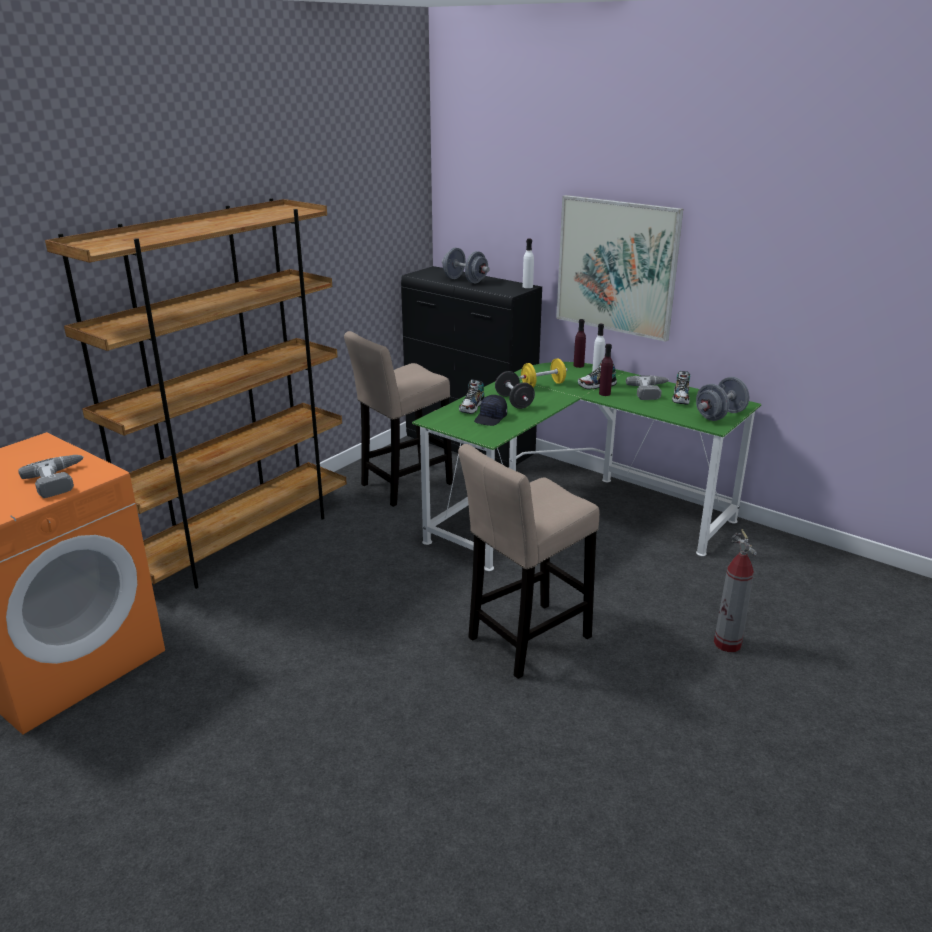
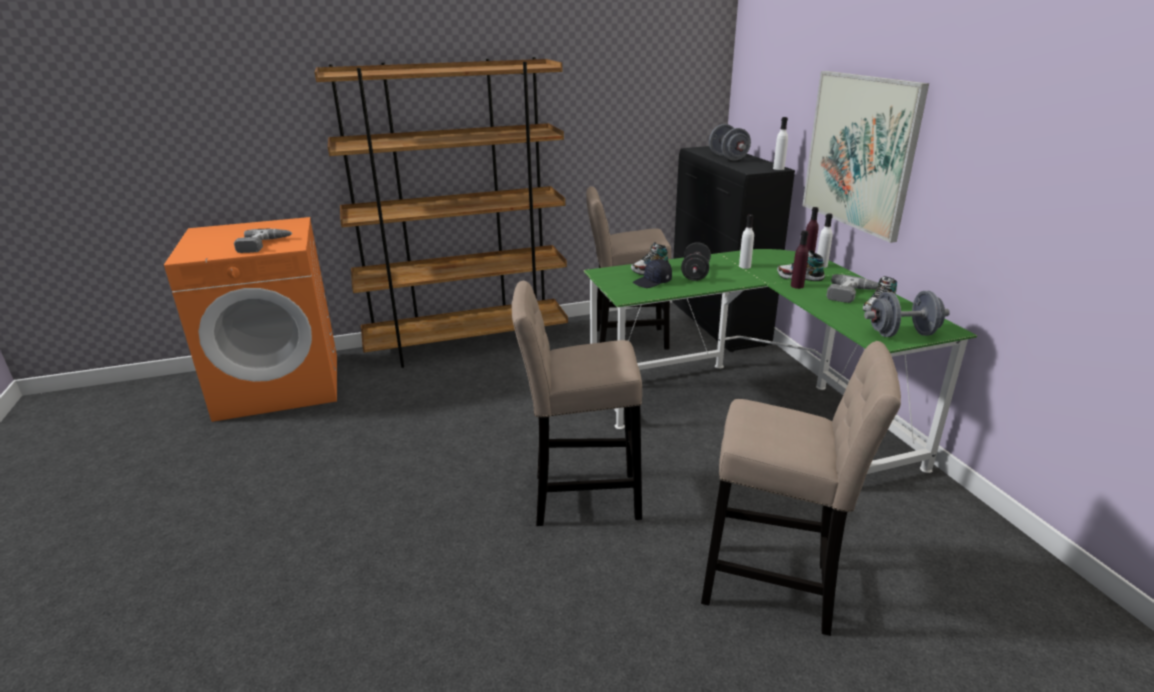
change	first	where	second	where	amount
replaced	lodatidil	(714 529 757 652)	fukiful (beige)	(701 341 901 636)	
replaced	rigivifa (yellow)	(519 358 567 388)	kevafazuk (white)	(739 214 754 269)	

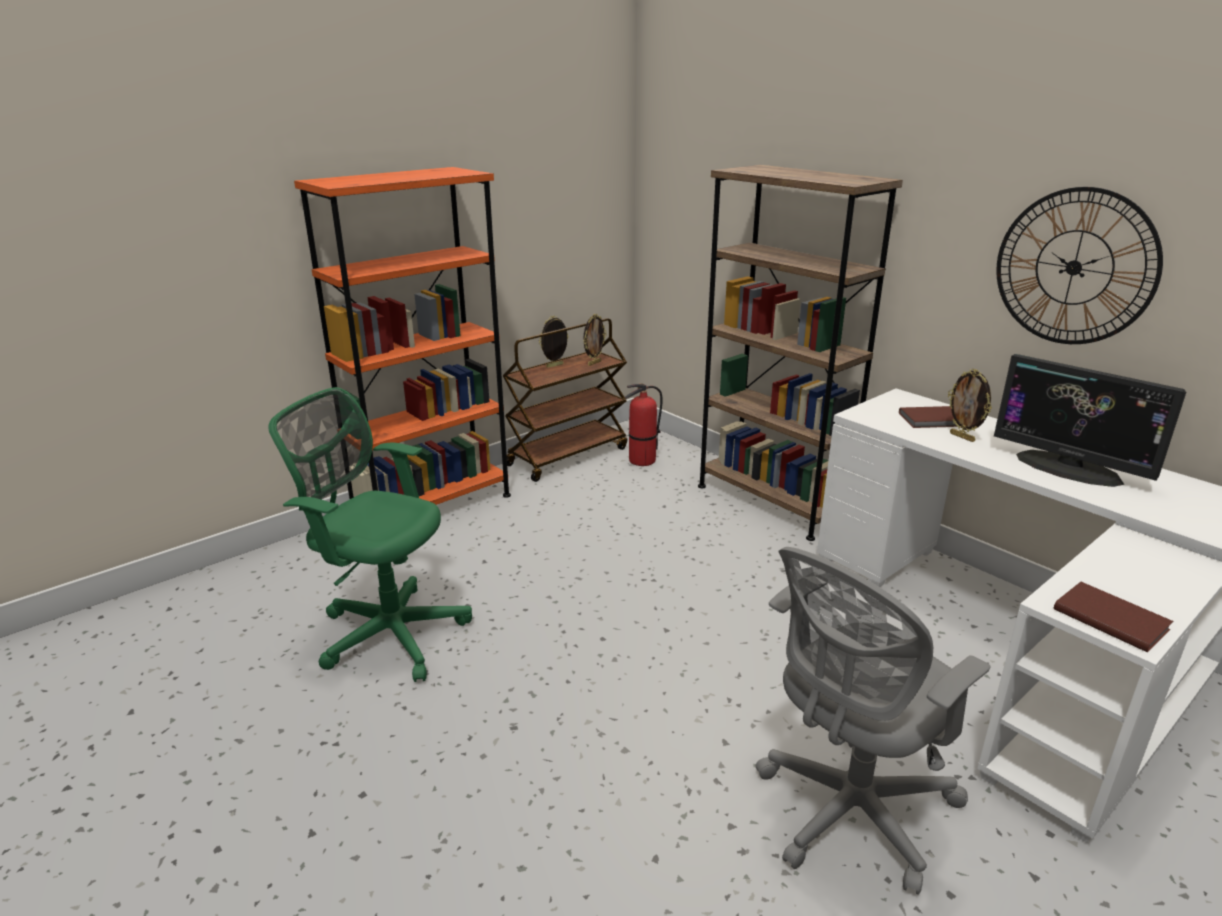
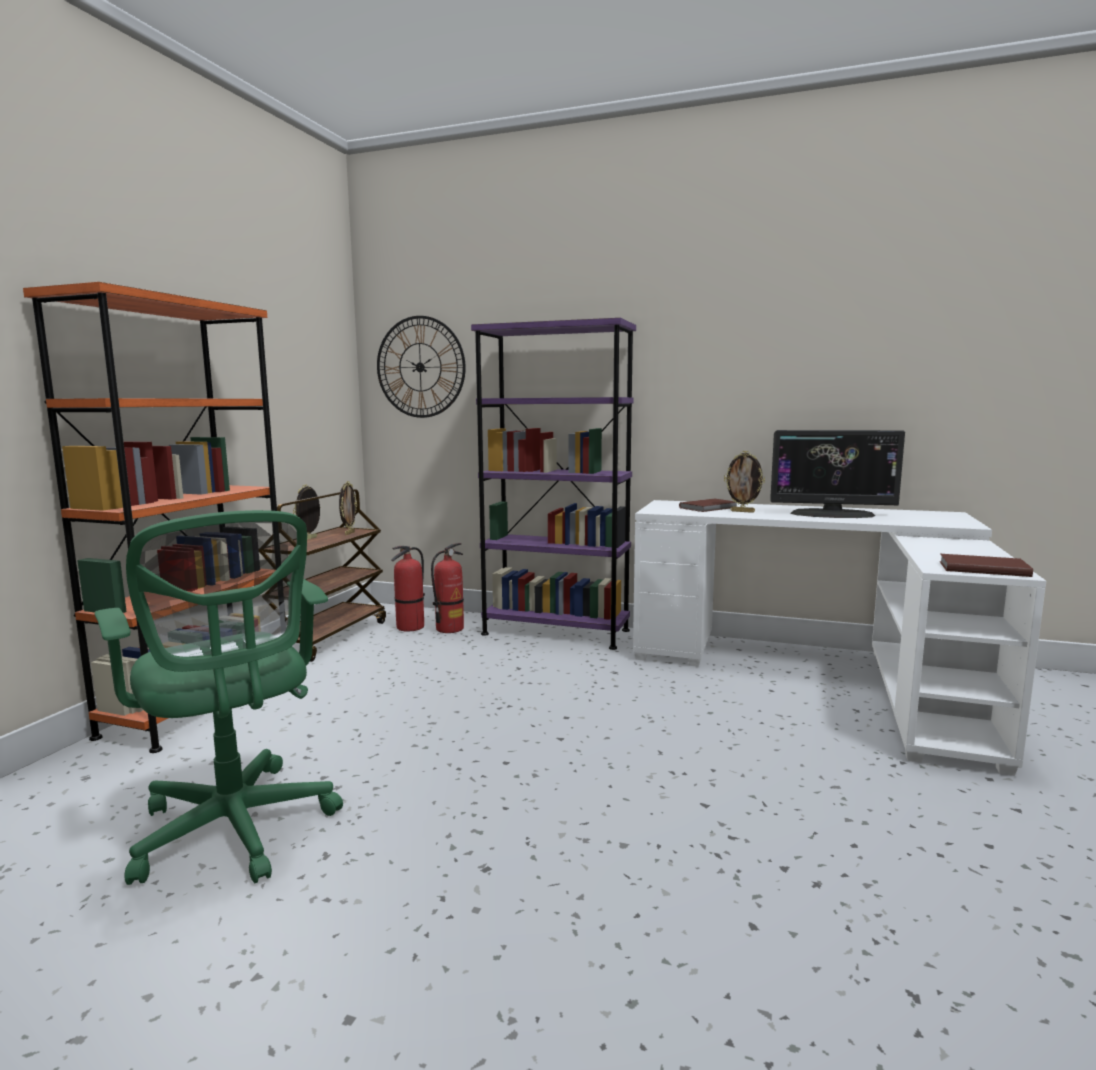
change	first	where	second	where	amount
turned	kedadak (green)	(268 387 472 682)		(95 510 343 885)	120 degrees counterclockwise
moved	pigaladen	(996 187 1163 344)		(377 316 466 418)	
added			lodatidil	(431 543 464 633)	
recoloured	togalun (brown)	(698 165 903 541)	togalun (purple)	(471 318 636 650)	
removed	kedadak (grey)	(756 547 991 894)			

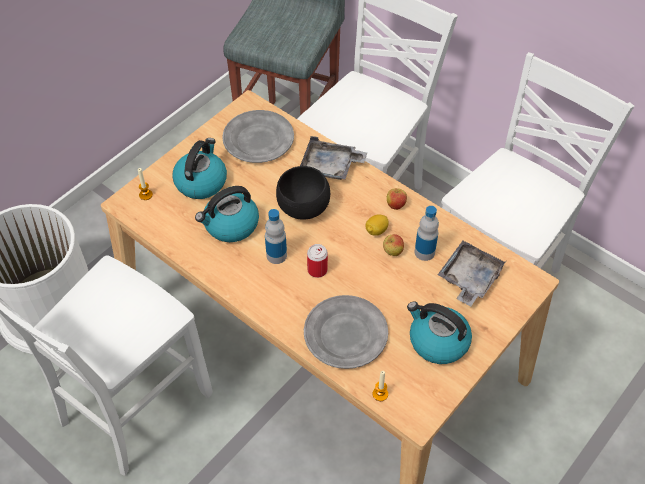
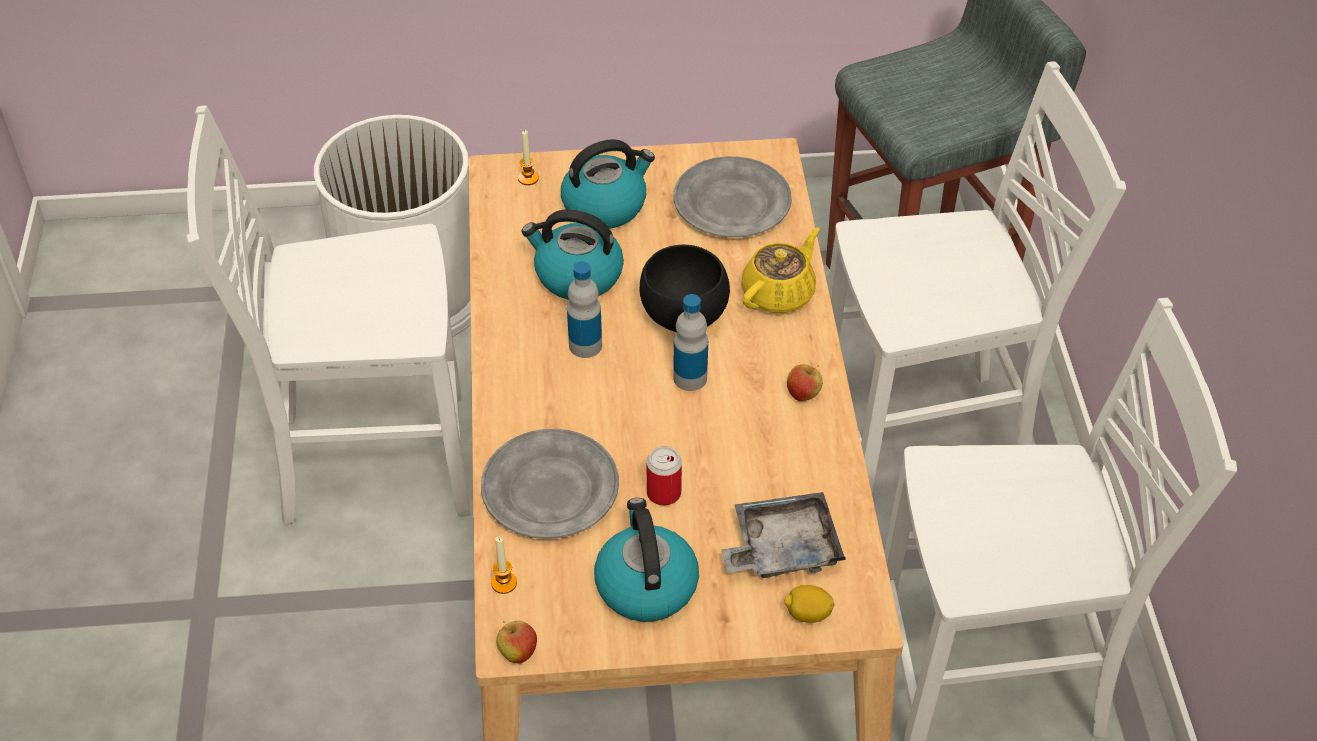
change	first	where	second	where	amount
moved	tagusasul	(383 234 404 256)		(496 621 537 664)	
moved	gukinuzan	(307 244 328 278)		(647 446 682 506)	
moved	kevafazuk	(414 206 439 261)		(673 294 708 391)	
replaced	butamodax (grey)	(300 136 367 180)	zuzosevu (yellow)	(741 228 820 313)	
moved	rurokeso	(366 215 389 236)		(784 585 834 623)	

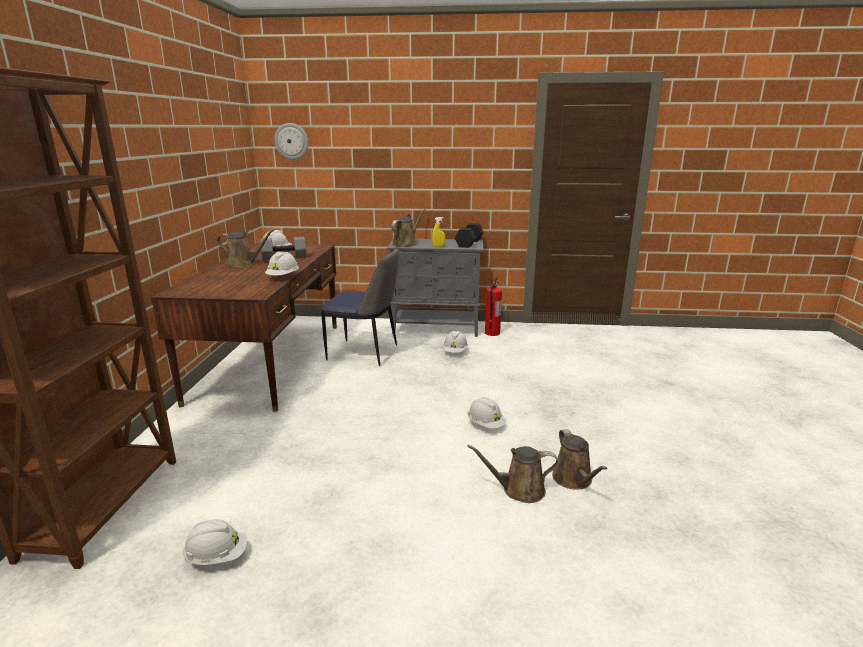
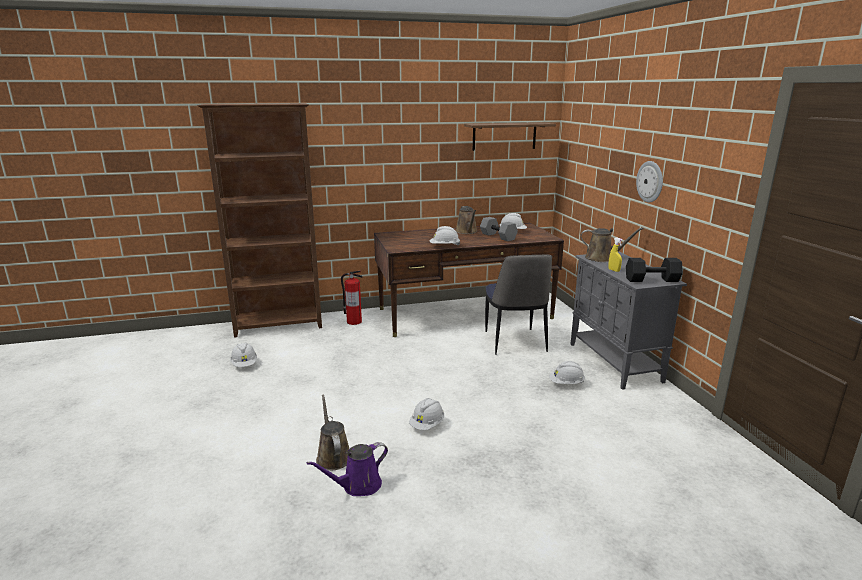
change	first	where	second	where	amount
recoloured	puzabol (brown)	(552 429 607 490)	puzabol (purple)	(307 442 388 496)	
moved	lodatidil	(485 276 502 336)		(341 271 362 325)	
added			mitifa	(464 122 556 151)	
moved	pigaladen	(274 123 309 160)		(636 161 663 203)	

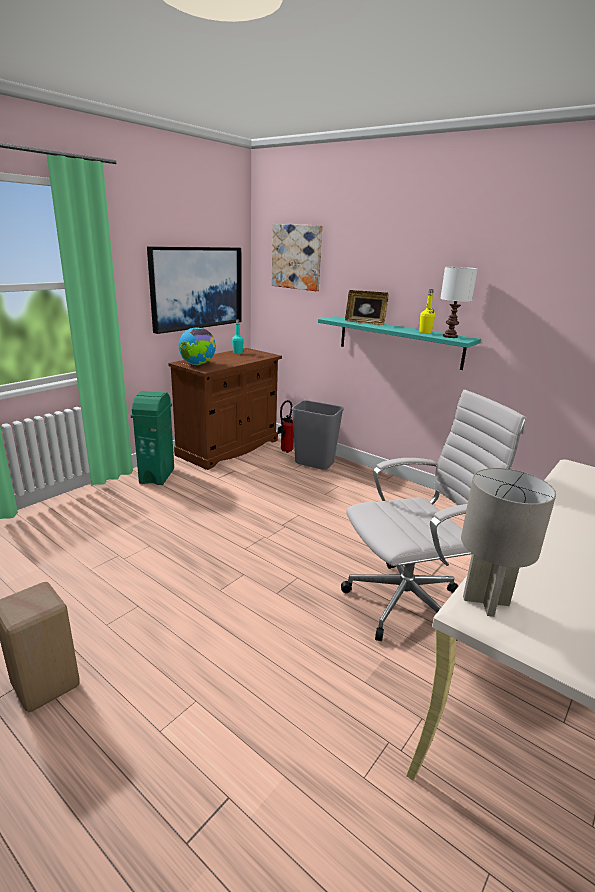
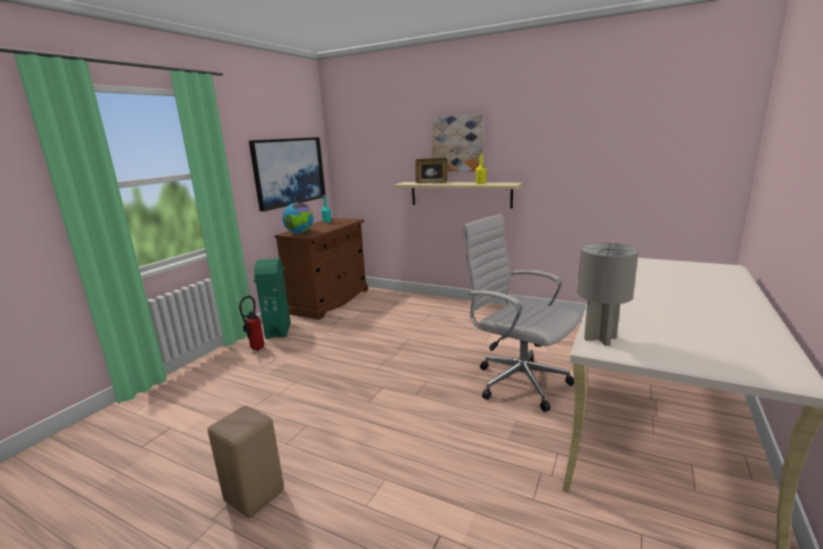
change	first	where	second	where	amount
moved	lodatidil	(278 400 294 453)		(239 296 264 351)	
recoloured	mitifa (turquoise)	(318 316 481 370)	mitifa (beige)	(394 182 523 208)	
moved	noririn	(271 224 323 291)		(432 114 483 171)	
turned	kedadak (white)	(341 390 526 641)		(463 214 581 412)	105 degrees counterclockwise
removed	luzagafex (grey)	(292 400 344 470)			
removed	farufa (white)	(440 267 477 338)			

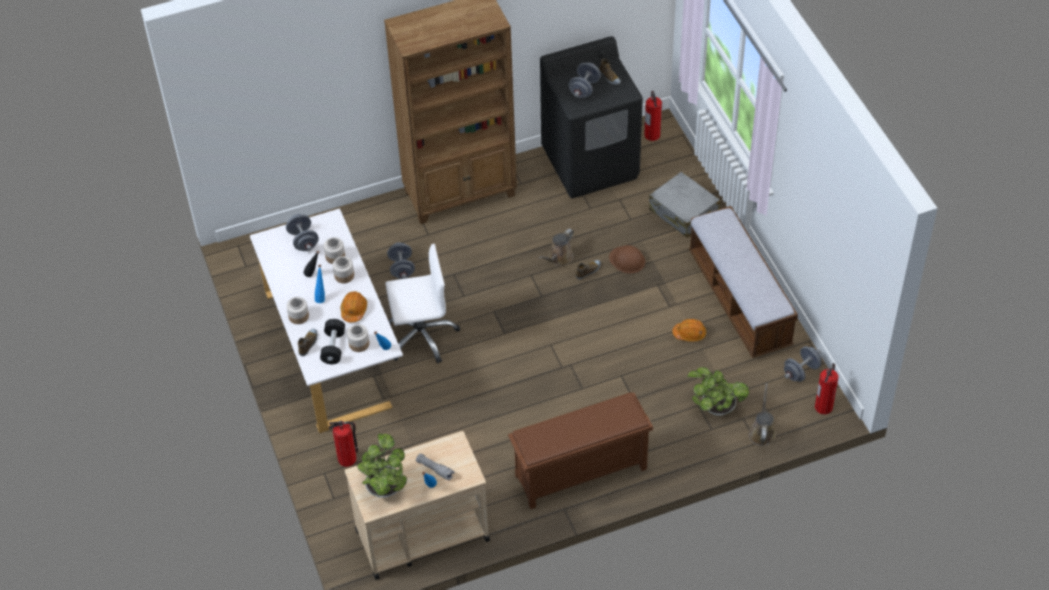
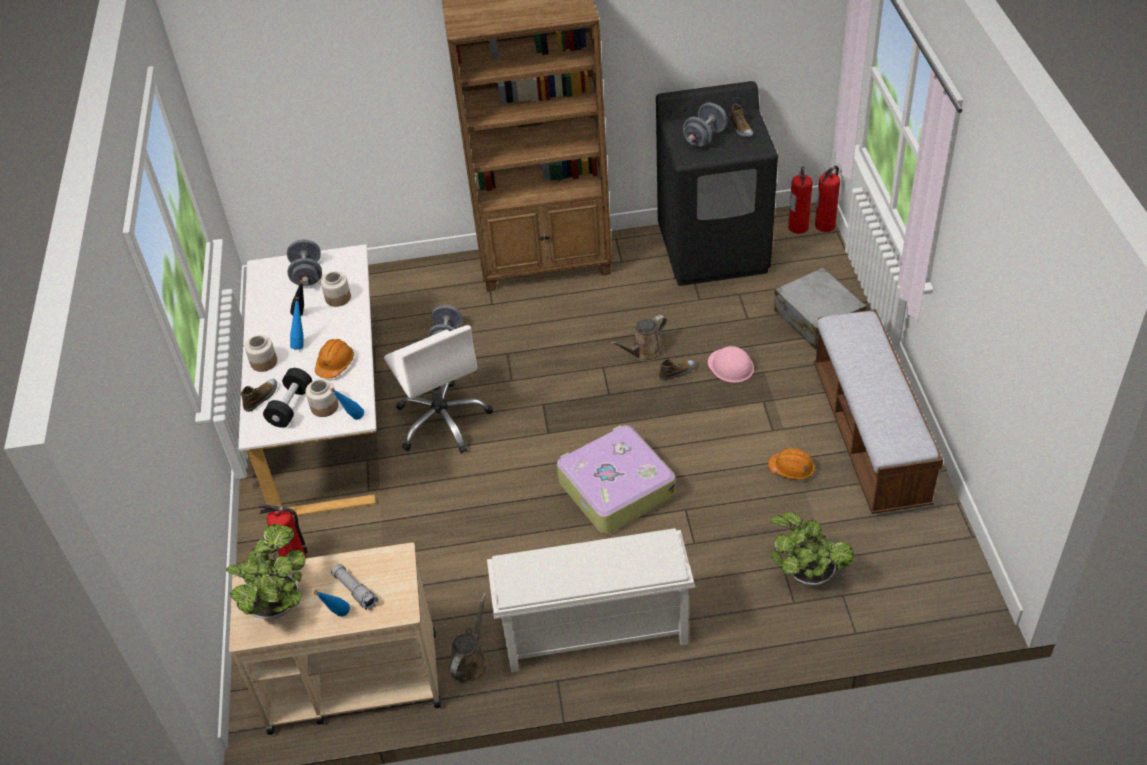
change	first	where	second	where	amount
turned	kedadak (white)	(385 244 460 364)		(384 325 493 454)	60 degrees clockwise
moved	puzabol (brown)	(749 383 776 446)		(449 592 489 684)	
recoloured	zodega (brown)	(508 392 653 509)	zodega (white)	(487 528 695 672)	
added			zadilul	(557 425 675 534)	
recoloured	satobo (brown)	(609 245 645 273)	satobo (pink)	(708 346 754 383)	
moved	lodatidil	(815 363 838 415)		(815 166 840 232)	
removed	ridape	(333 256 354 283)			
removed	rigivifa (grey)	(784 346 822 382)			

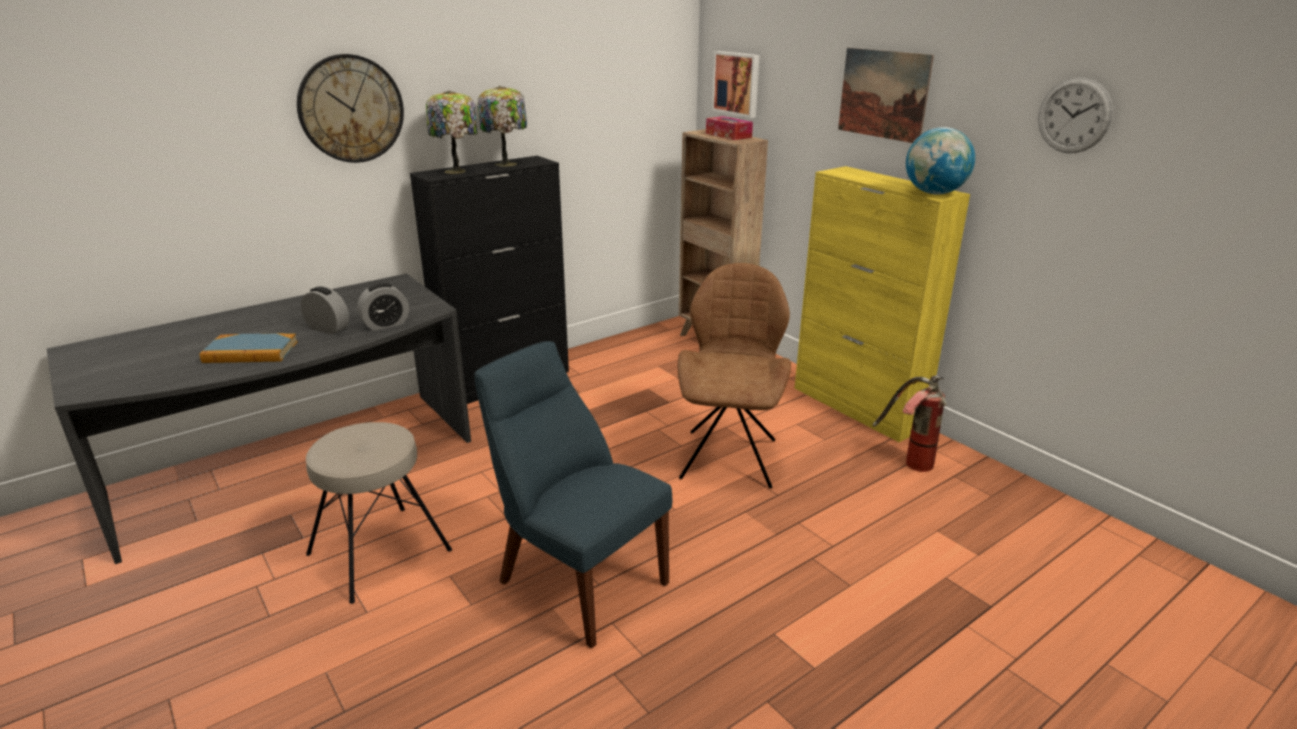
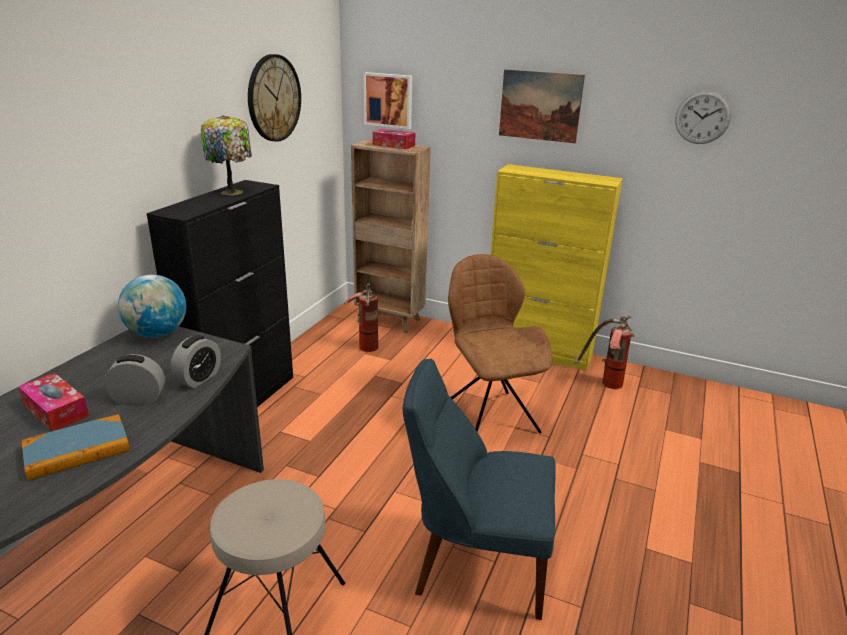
change	first	where	second	where	amount
added			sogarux	(18 373 89 431)	
moved	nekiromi	(906 127 975 194)		(118 274 187 338)	
moved	pigaladen	(297 54 404 163)		(248 54 301 142)	
added			lodatidil	(344 284 378 352)	
removed	farufa	(426 90 477 174)			

